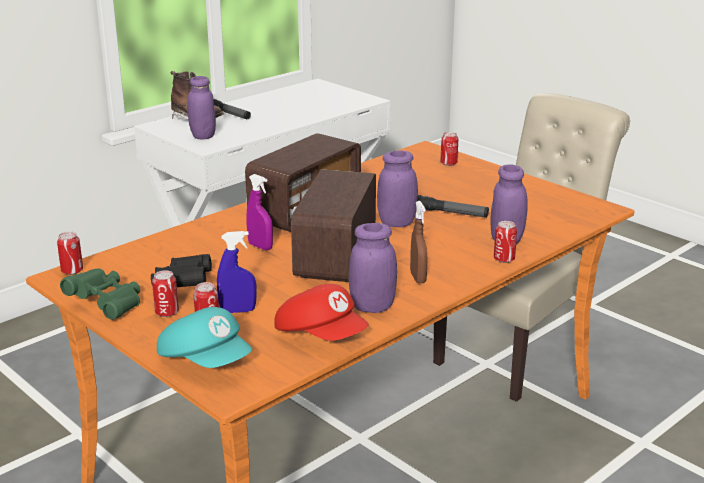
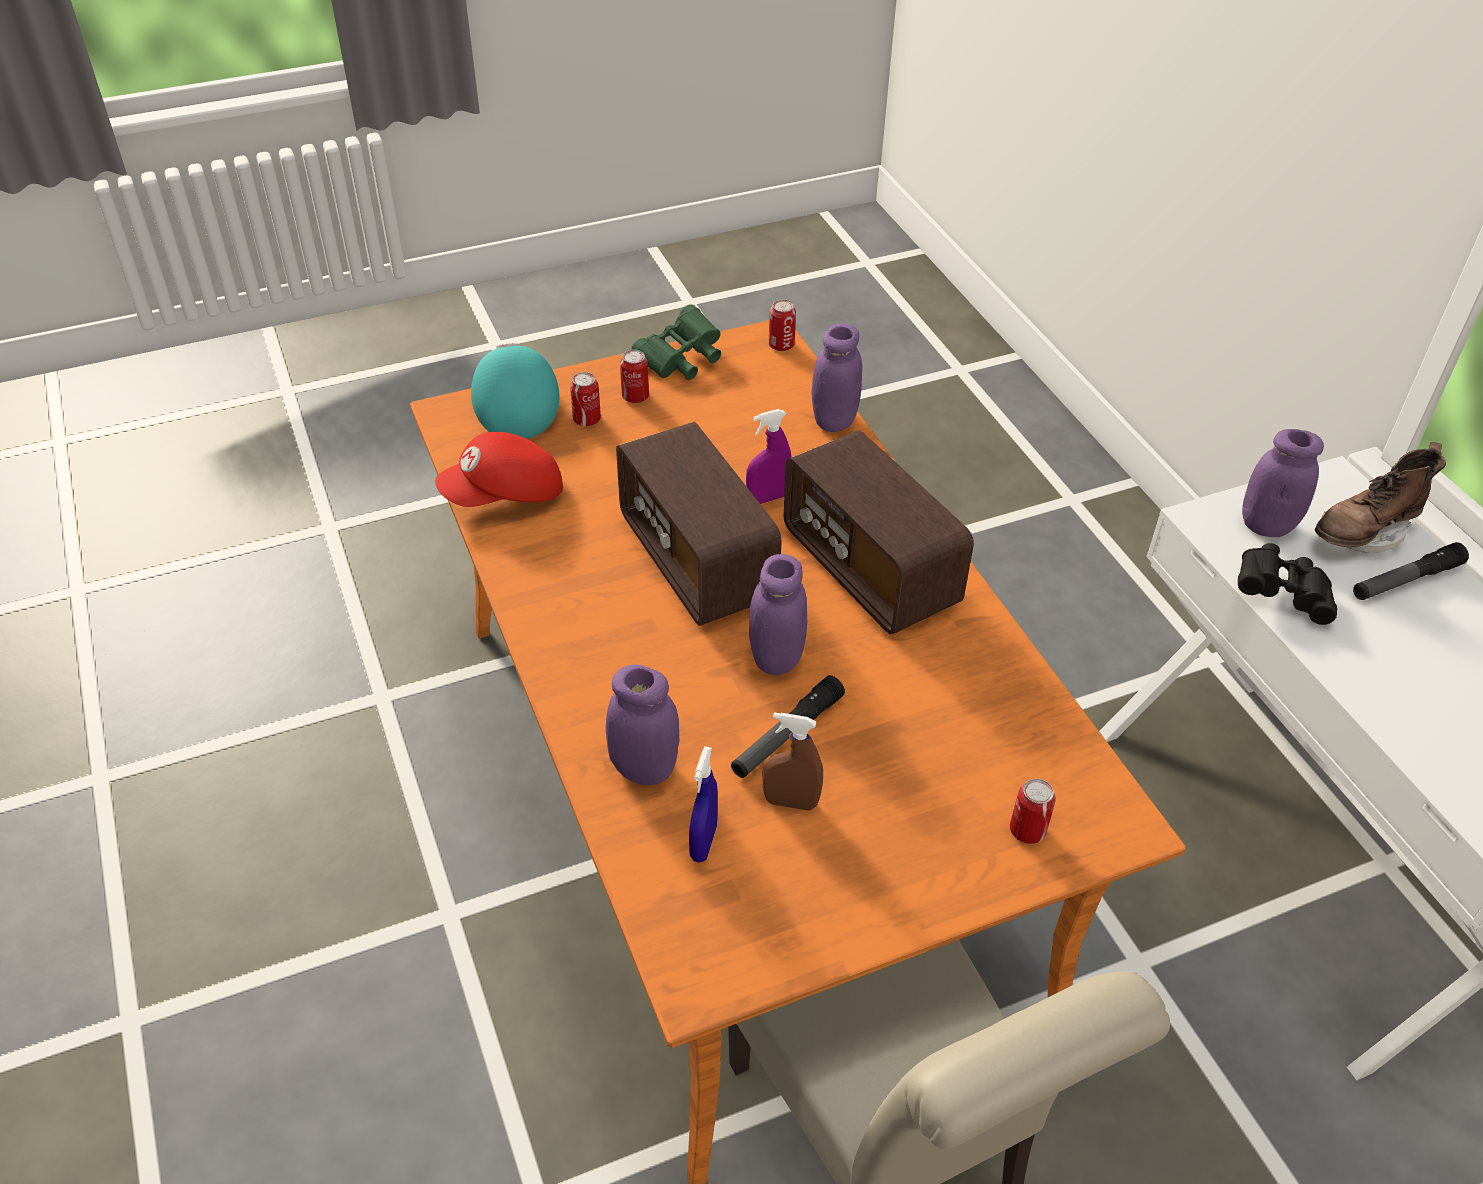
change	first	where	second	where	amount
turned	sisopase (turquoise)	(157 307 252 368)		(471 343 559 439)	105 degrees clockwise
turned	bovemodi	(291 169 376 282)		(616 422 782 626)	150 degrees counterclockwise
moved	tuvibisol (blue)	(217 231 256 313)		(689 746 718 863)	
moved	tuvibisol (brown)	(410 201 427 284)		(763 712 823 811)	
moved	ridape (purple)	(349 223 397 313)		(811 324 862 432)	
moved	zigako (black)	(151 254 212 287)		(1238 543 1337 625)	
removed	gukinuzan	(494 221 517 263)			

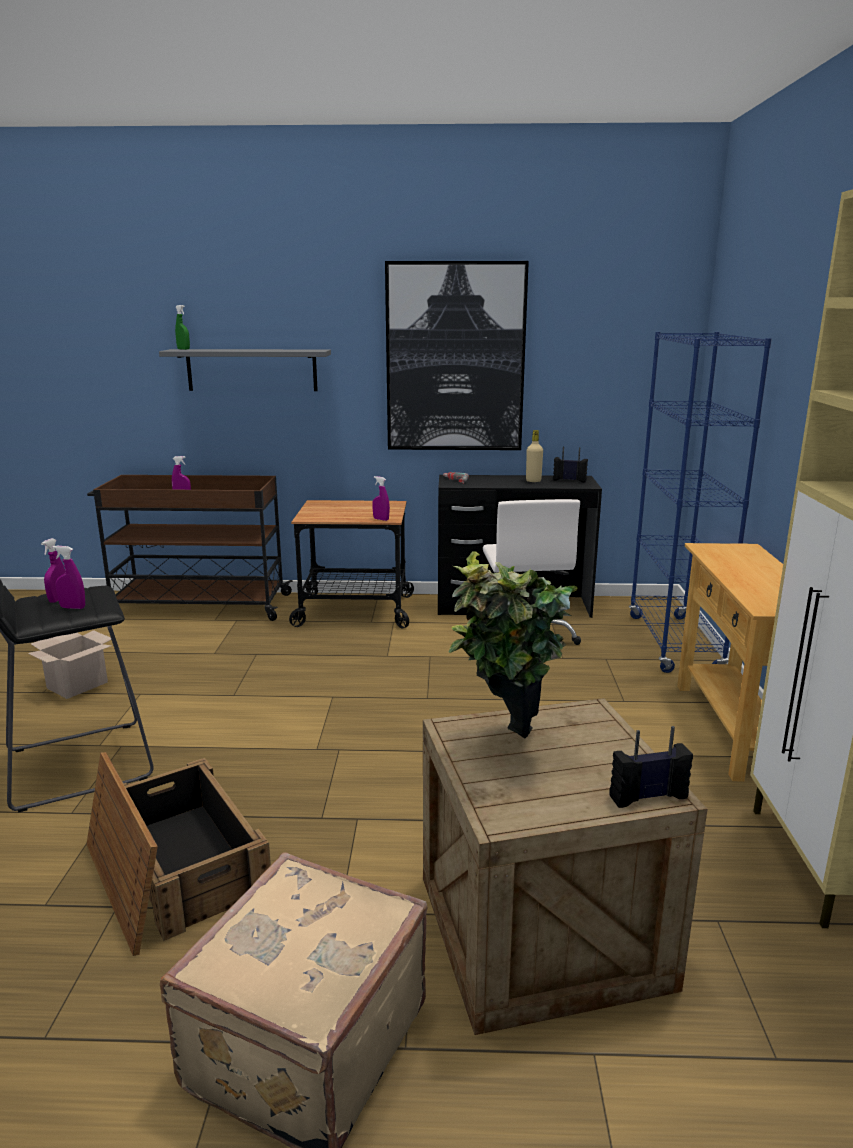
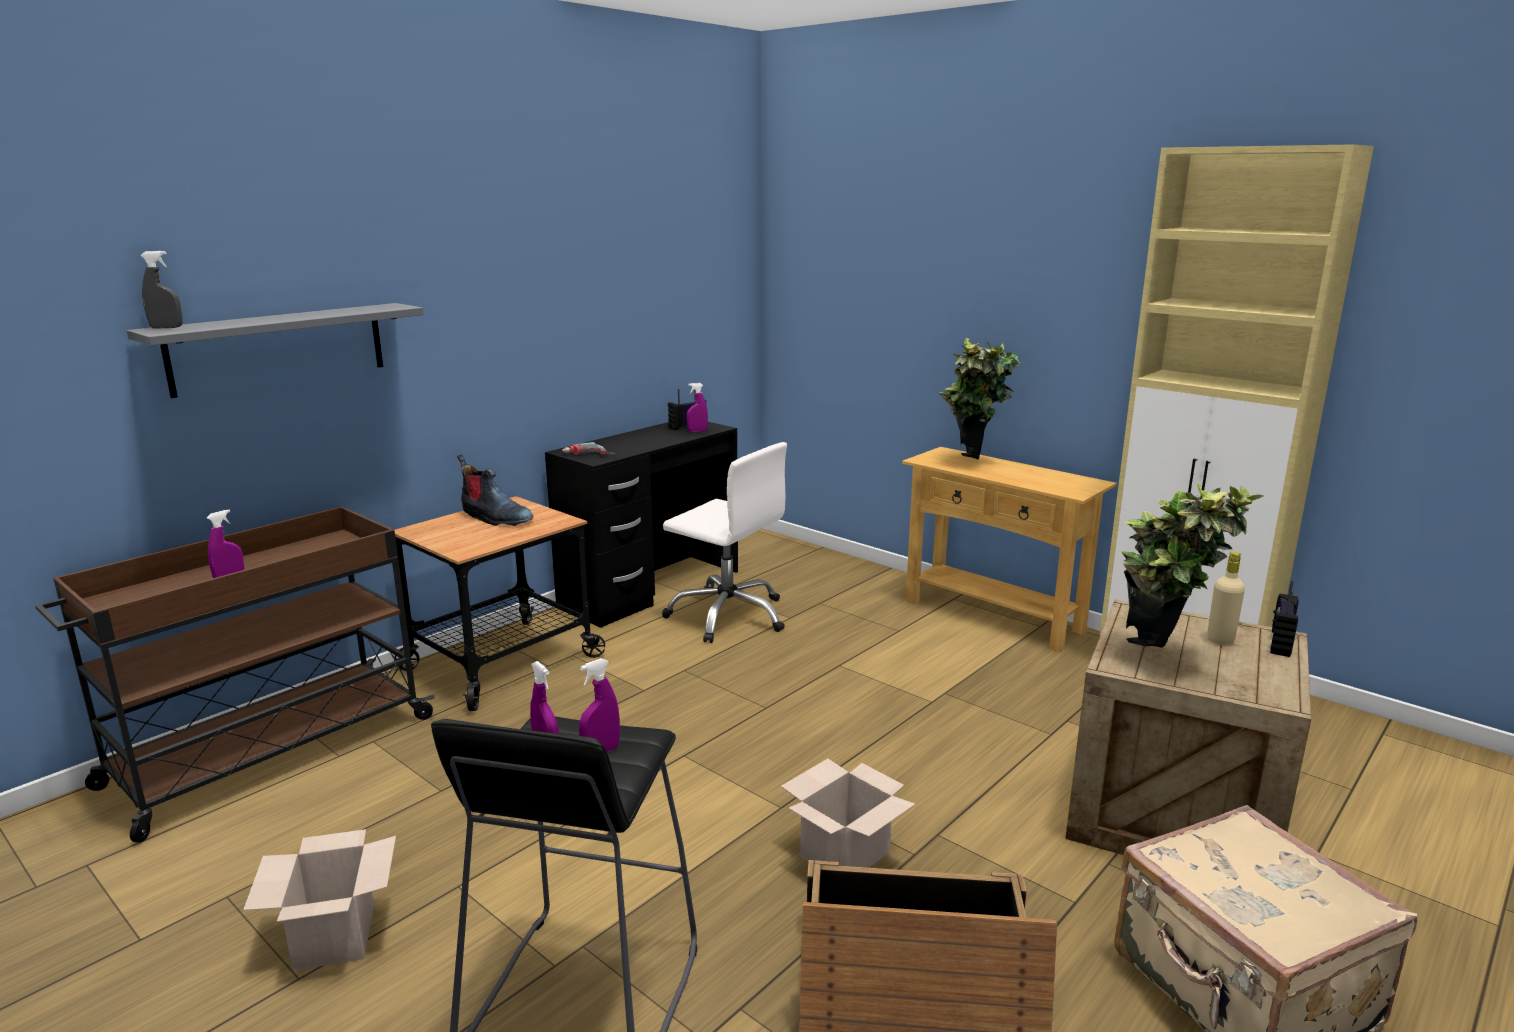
change	first	where	second	where	amount
recoloured	tuvibisol (green)	(175 305 190 350)	tuvibisol (grey)	(140 251 182 329)	
added			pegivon	(457 455 534 526)	
moved	tuvibisol (purple)	(372 476 390 521)		(687 383 708 432)	
added			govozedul	(781 759 915 868)	
added			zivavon	(939 338 1021 459)	
moved	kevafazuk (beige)	(526 430 543 482)		(1207 552 1245 645)	
removed	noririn	(385 261 529 450)			
removed	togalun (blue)	(629 332 772 673)			

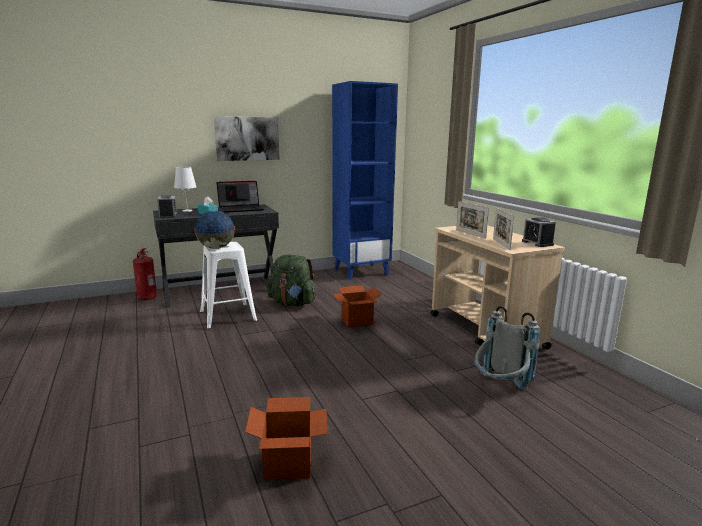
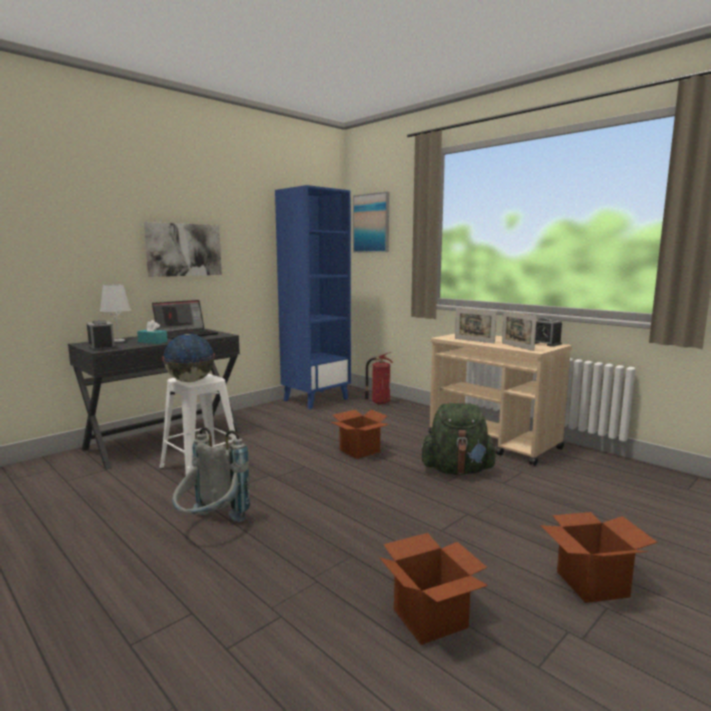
change	first	where	second	where	amount
moved	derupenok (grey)	(474 306 541 390)		(172 427 250 522)	
added			noririn	(353 192 389 252)	
moved	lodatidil	(133 248 157 300)		(365 352 393 404)	
moved	derupenok (green)	(267 254 316 306)		(421 403 498 475)	
added			govozedul	(540 512 658 603)	

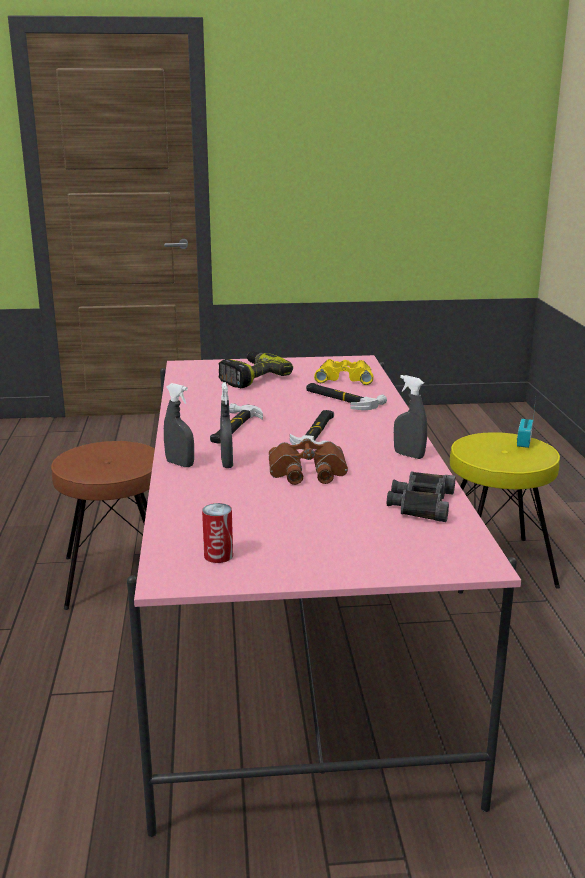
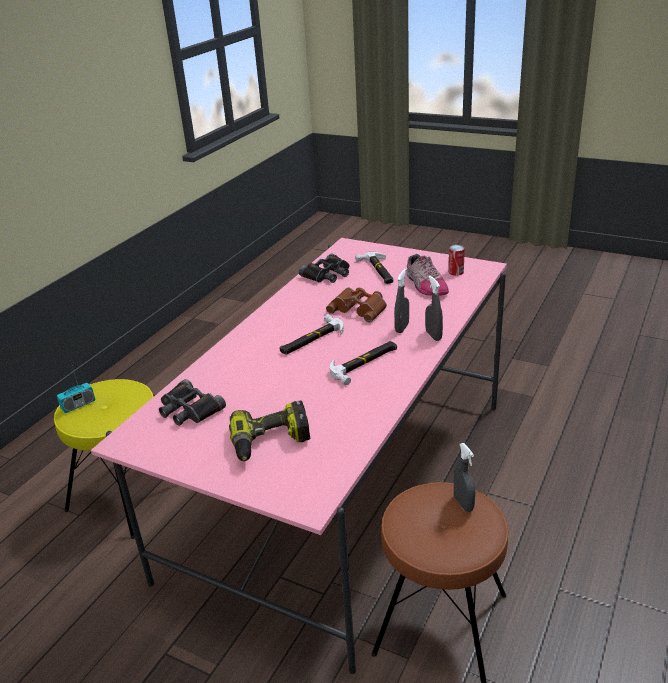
change	first	where	second	where	amount
recoloured	zigako (yellow)	(314 359 374 385)	zigako (black)	(159 379 226 426)	
moved	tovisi	(306 383 387 410)		(355 252 394 284)	
added			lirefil	(406 254 449 296)	
moved	tuvibisol (grey)	(394 375 427 459)		(454 443 476 512)	

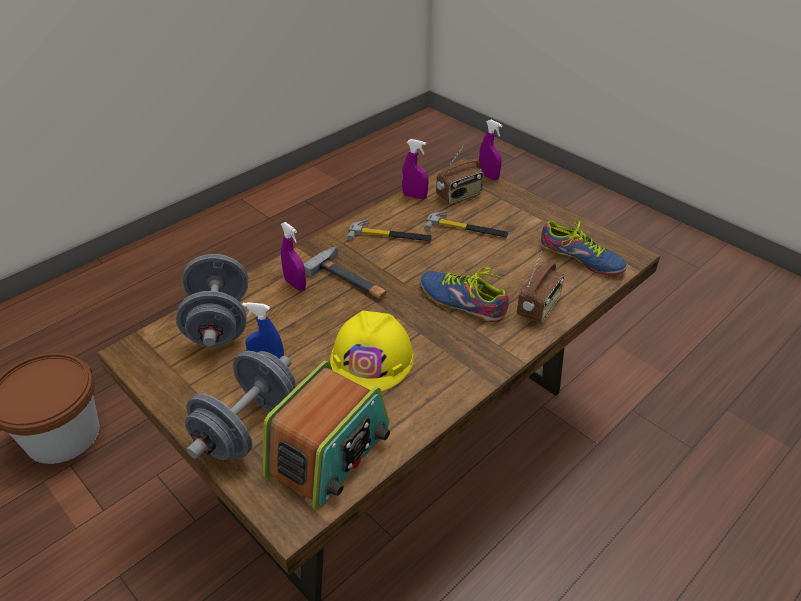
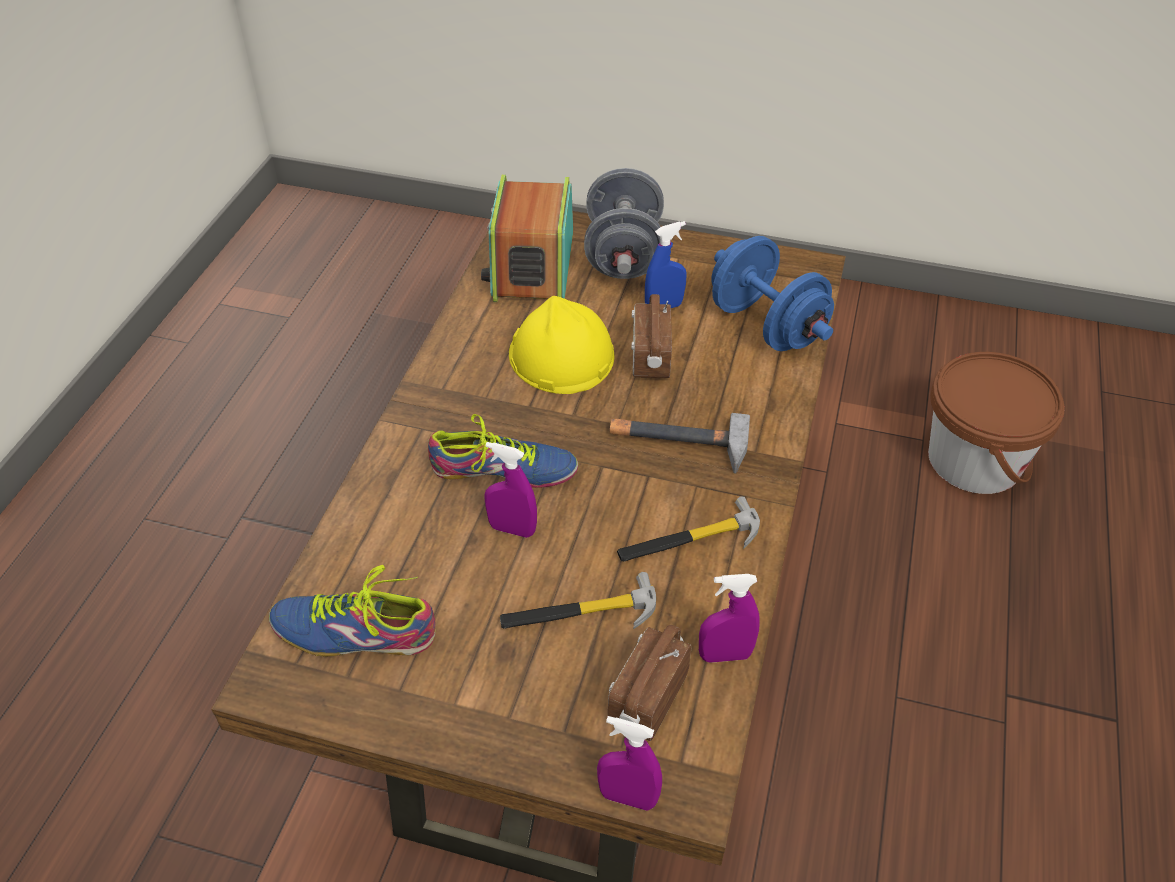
change	first	where	second	where	amount
moved	tuvibisol (purple)	(281 222 306 291)		(484 442 537 538)	
moved	bovemodi	(516 251 564 323)		(631 294 672 378)	
recoloured	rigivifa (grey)	(176 254 248 347)	rigivifa (blue)	(711 236 834 351)	

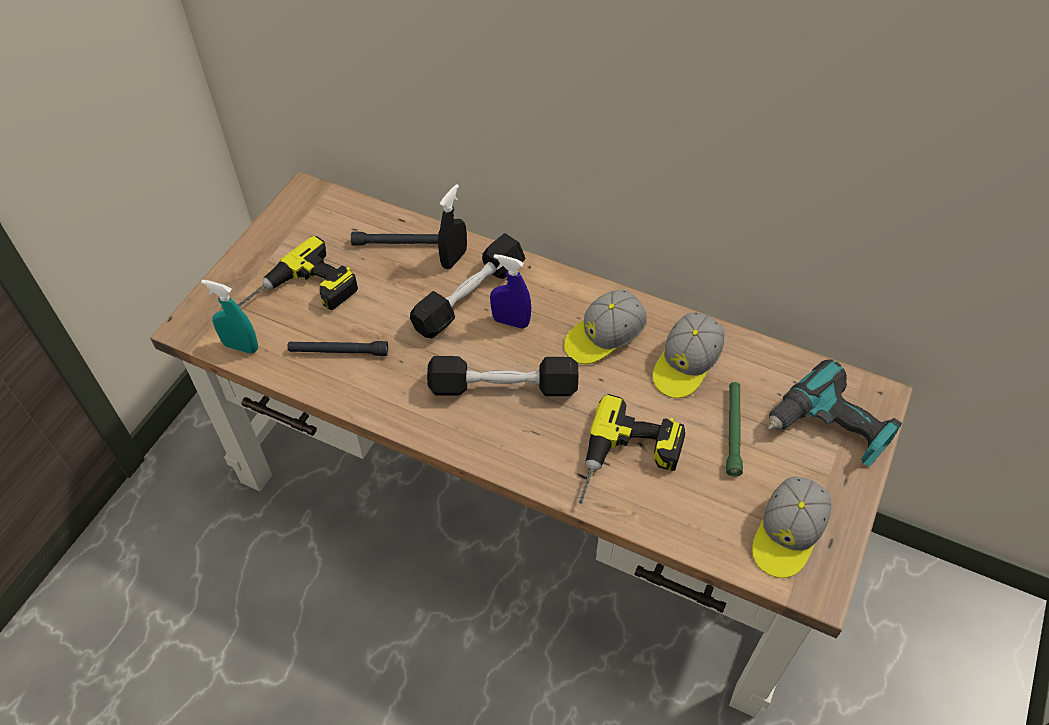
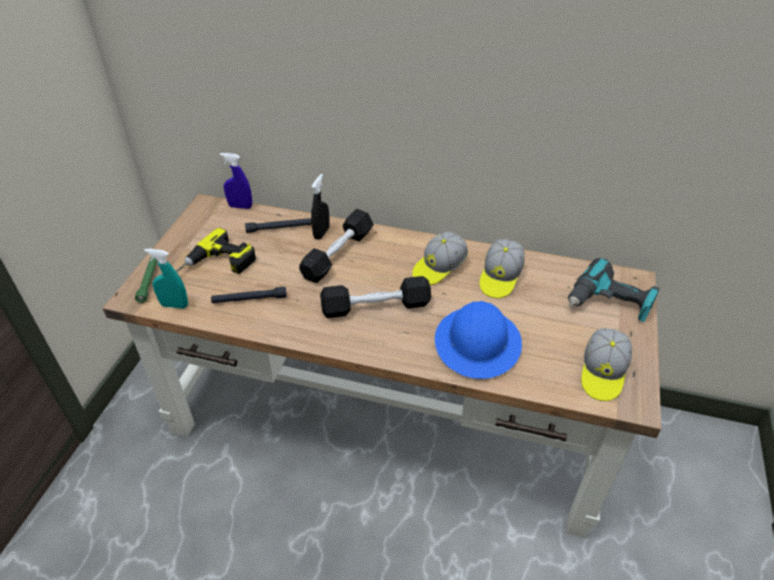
change	first	where	second	where	amount
moved	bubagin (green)	(726 382 743 476)		(135 249 158 303)	
moved	tuvibisol (blue)	(490 254 531 329)		(220 153 252 209)	
replaced	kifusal	(578 394 685 504)	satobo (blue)	(435 301 522 379)	

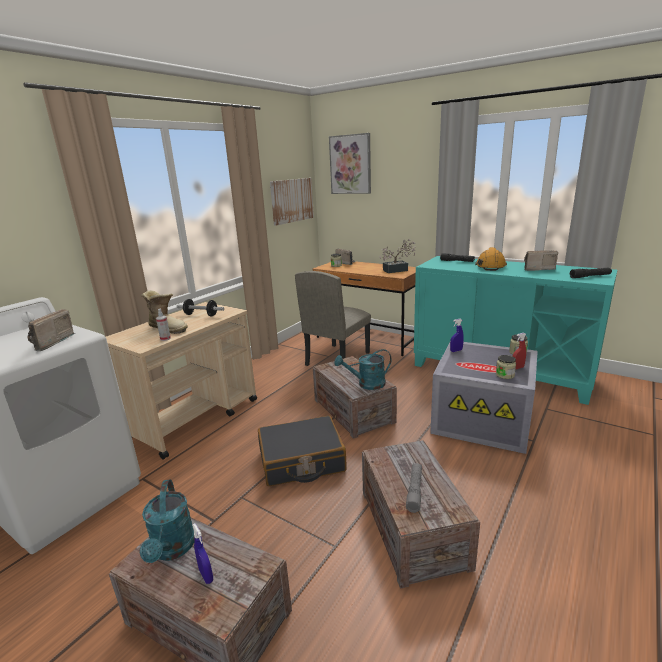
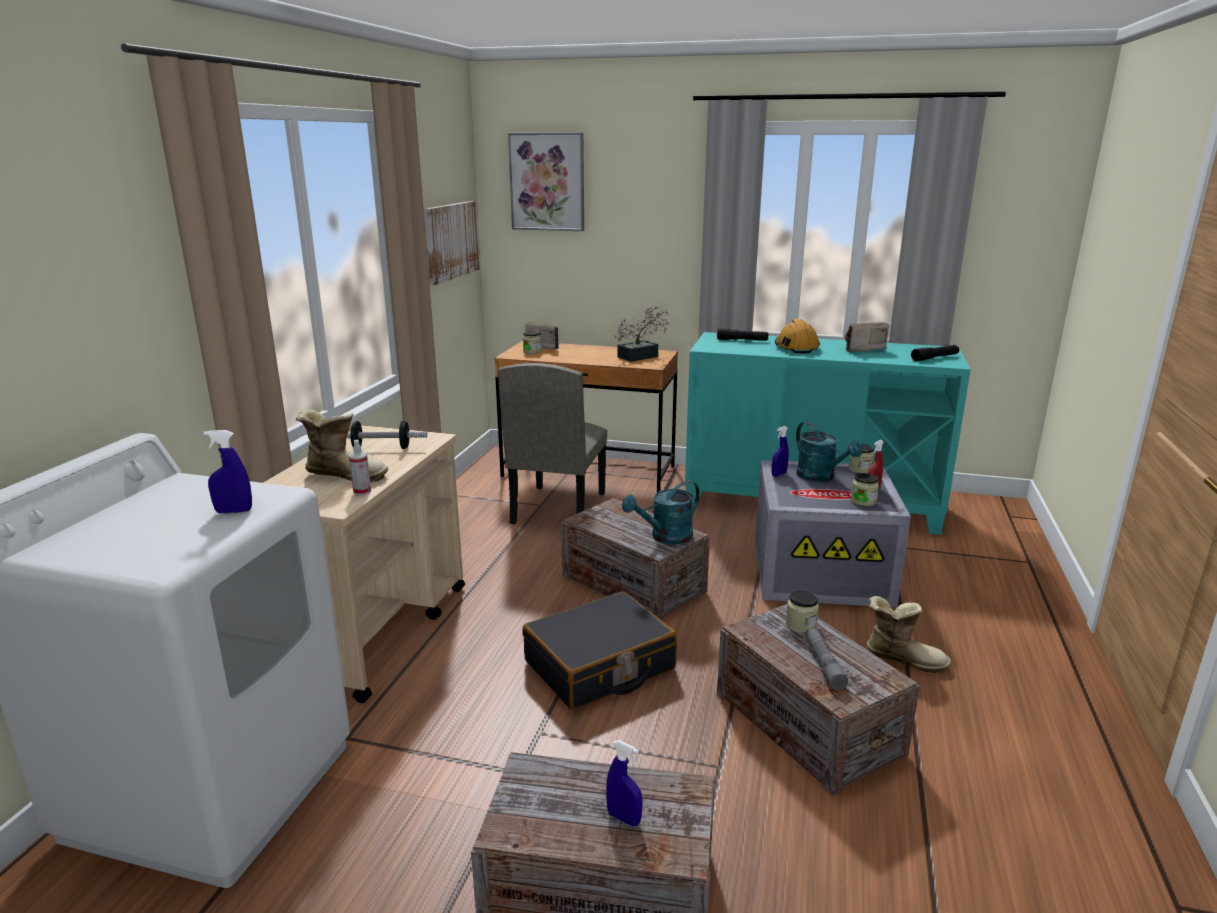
change	first	where	second	where	amount
replaced	bovemodi	(28 309 75 351)	tuvibisol (blue)	(204 430 252 513)	
added			ridape	(786 590 819 633)	
moved	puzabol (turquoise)	(140 479 194 563)		(796 422 862 482)	
added			pegivon	(866 596 951 673)	

